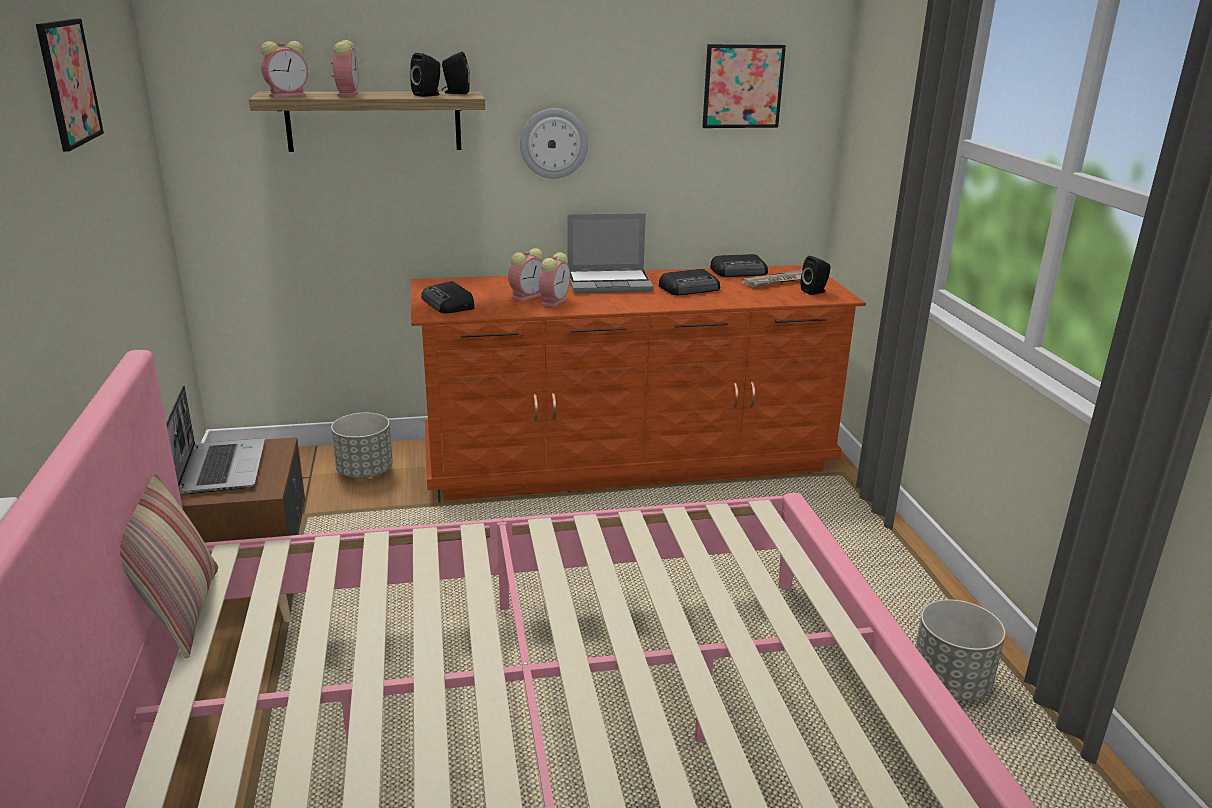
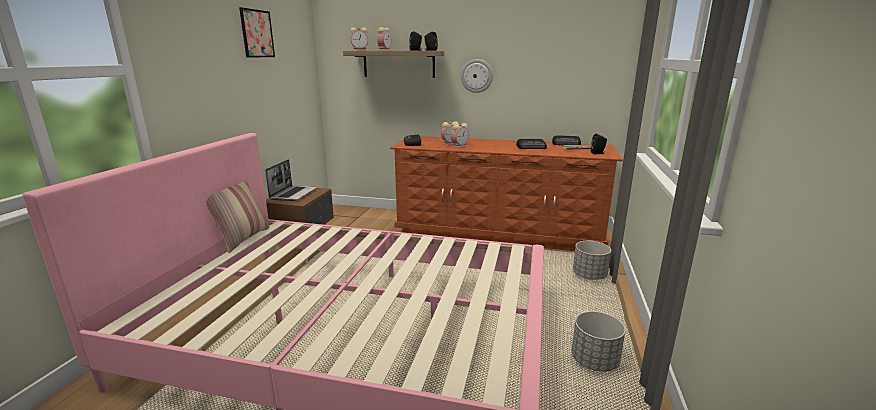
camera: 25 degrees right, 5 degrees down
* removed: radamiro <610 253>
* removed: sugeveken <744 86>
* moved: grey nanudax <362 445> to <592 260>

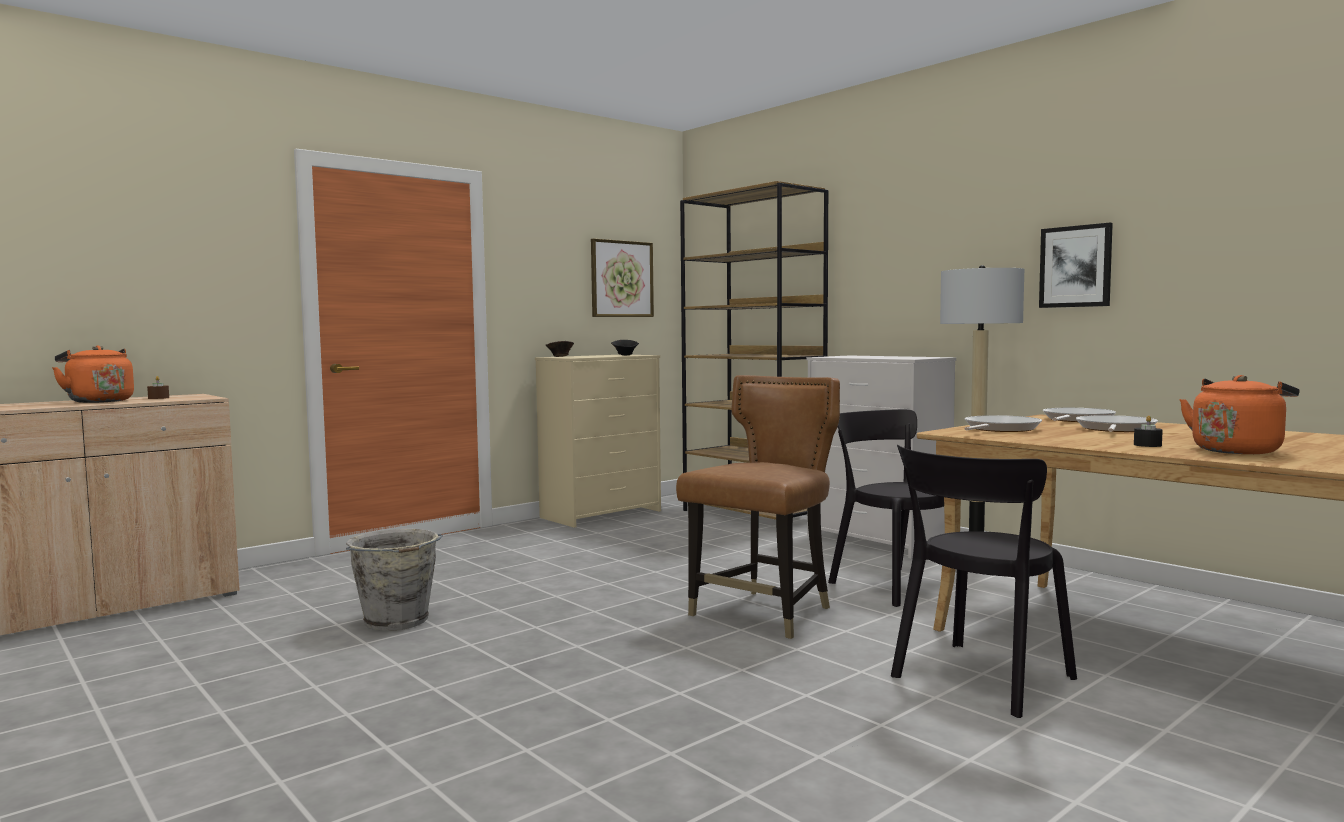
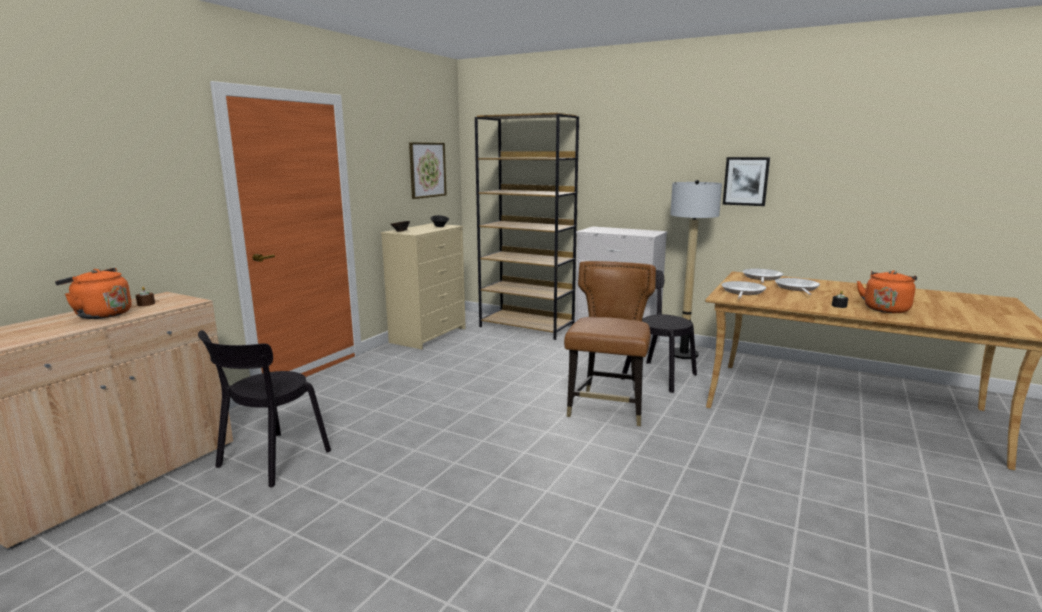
camera: 20 degrees left, 10 degrees up
* removed: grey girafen <394 580>
* moved: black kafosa <984 581> to <264 409>

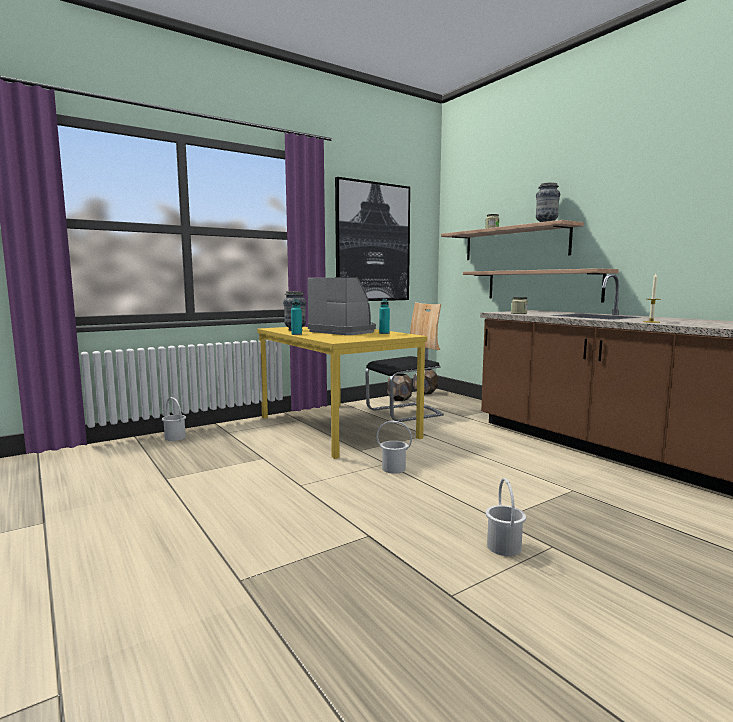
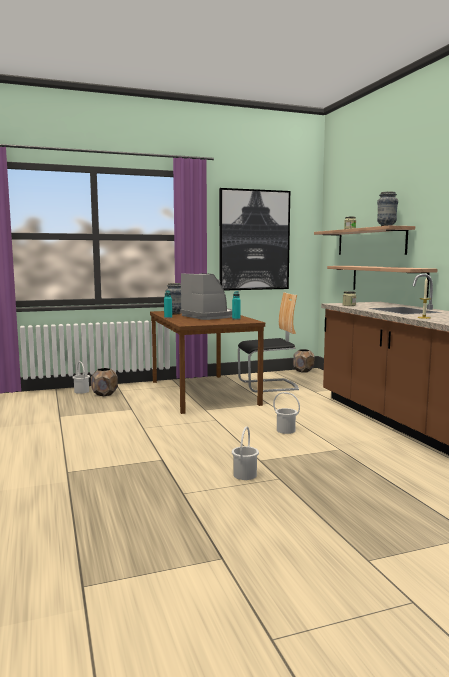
camera: 15 degrees right, 0 degrees up
* moved: white girafen <394 447> to <286 413>
* moved: brown nanudax <400 387> to <104 382>
* recoloured: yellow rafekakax <342 393> to brown rafekakax <207 362>

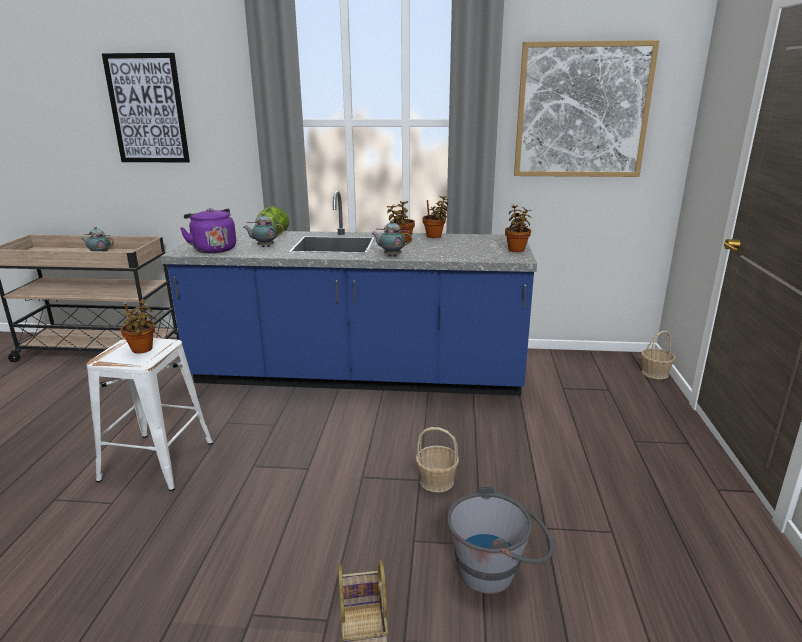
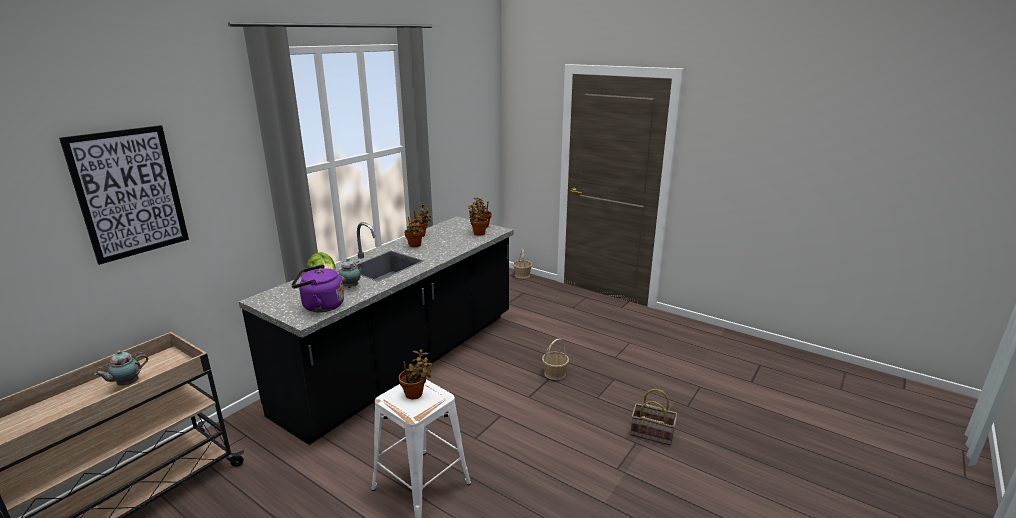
camera: 60 degrees left, 0 degrees up
* removed: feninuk <391 238>
* removed: grey girafen <500 539>
* removed: sugeveken <586 108>
* added: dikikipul <478 220>
* recoloured: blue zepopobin <349 293> to black zepopobin <376 330>

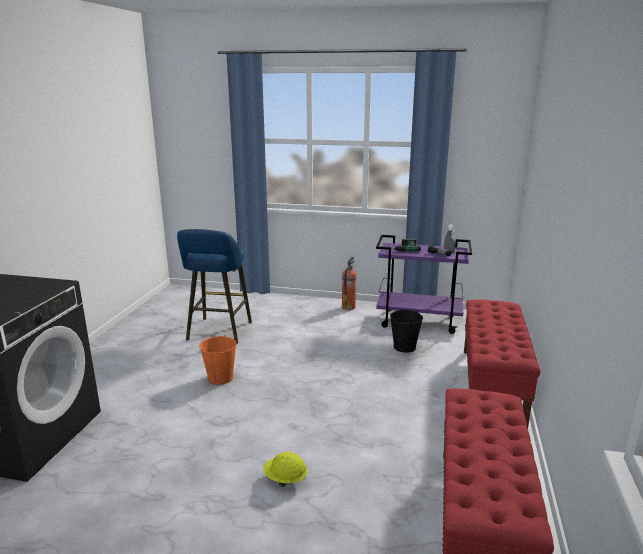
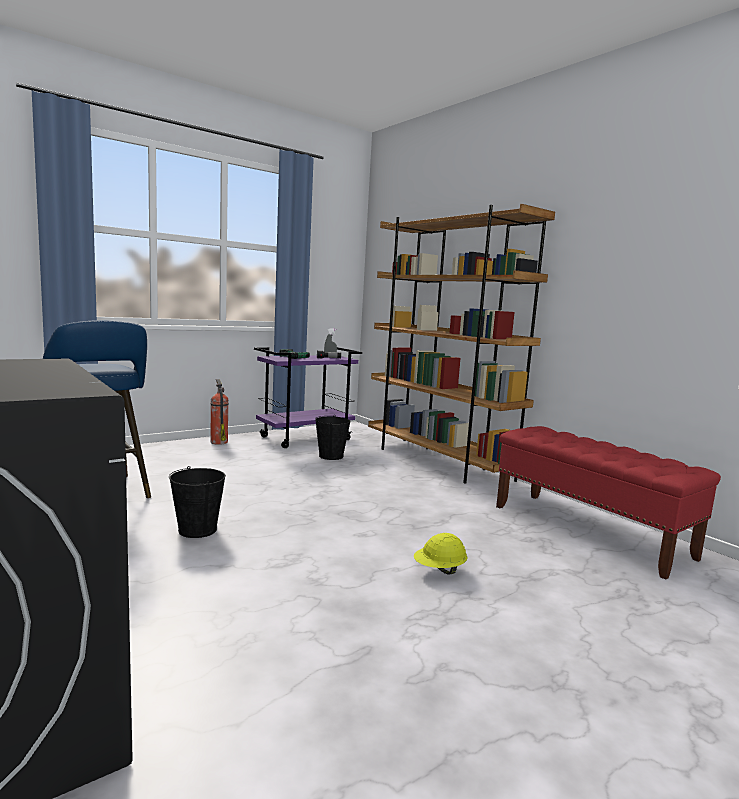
camera: 50 degrees left, 10 degrees down
* replaced: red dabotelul <502 364> to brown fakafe <461 344>
* recoloured: orange girafen <217 360> to black girafen <197 502>

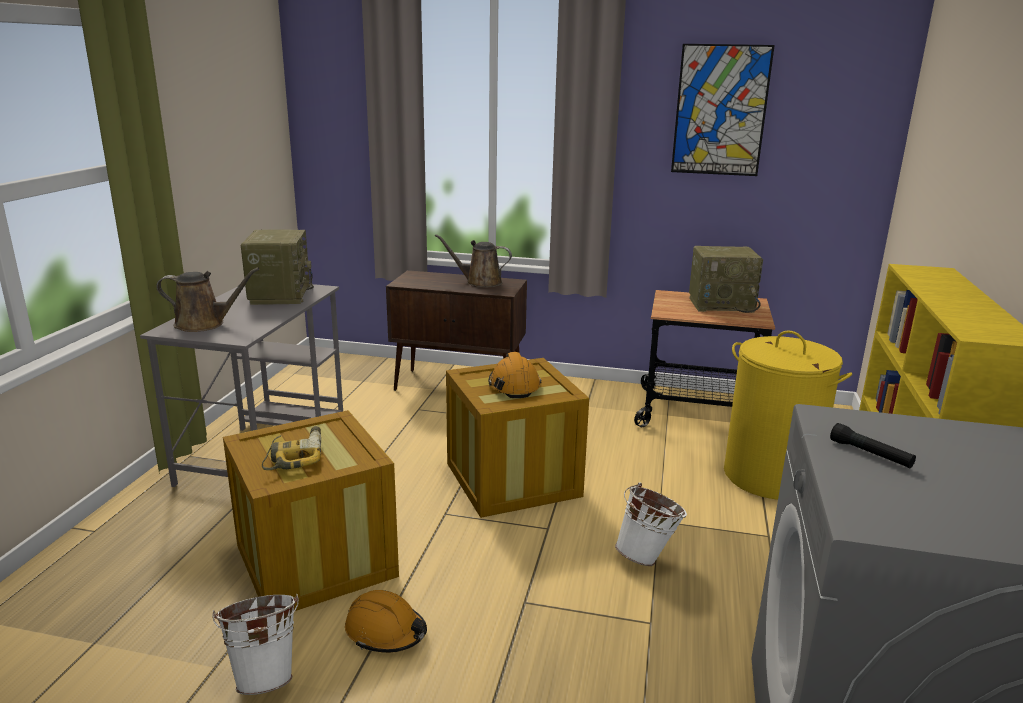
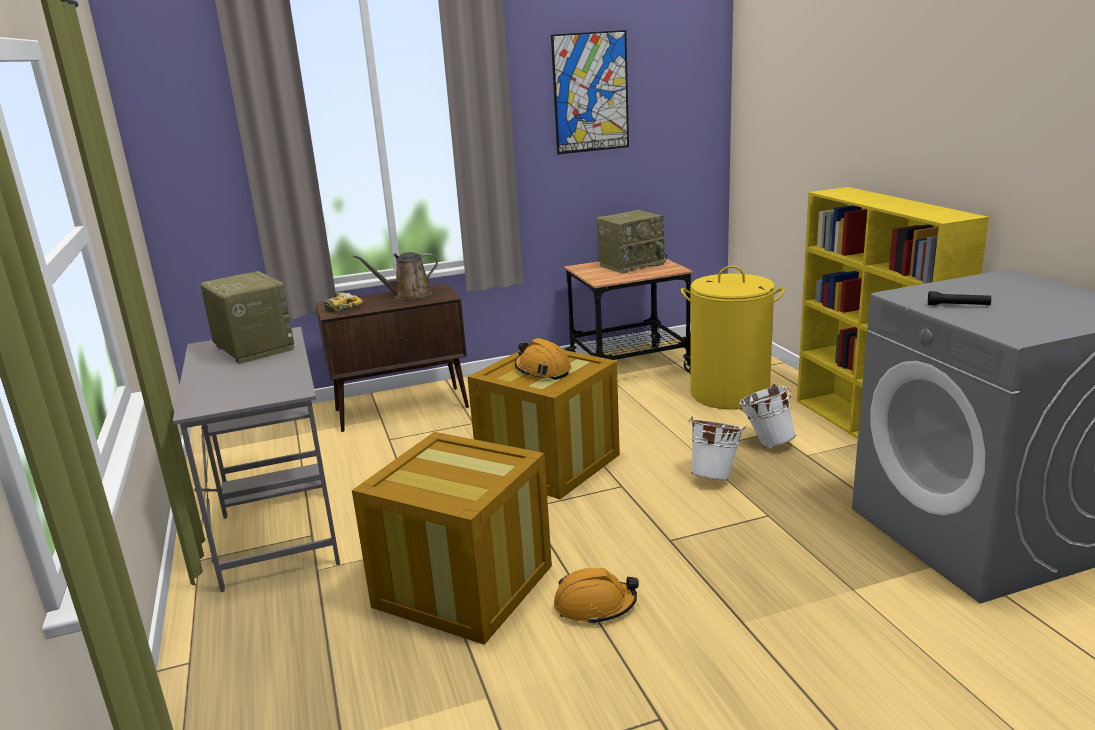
camera: 30 degrees left, 0 degrees up
* removed: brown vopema <207 299>
* moved: white girafen <255 644> to <767 415>
* moved: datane <291 448> to <341 301>

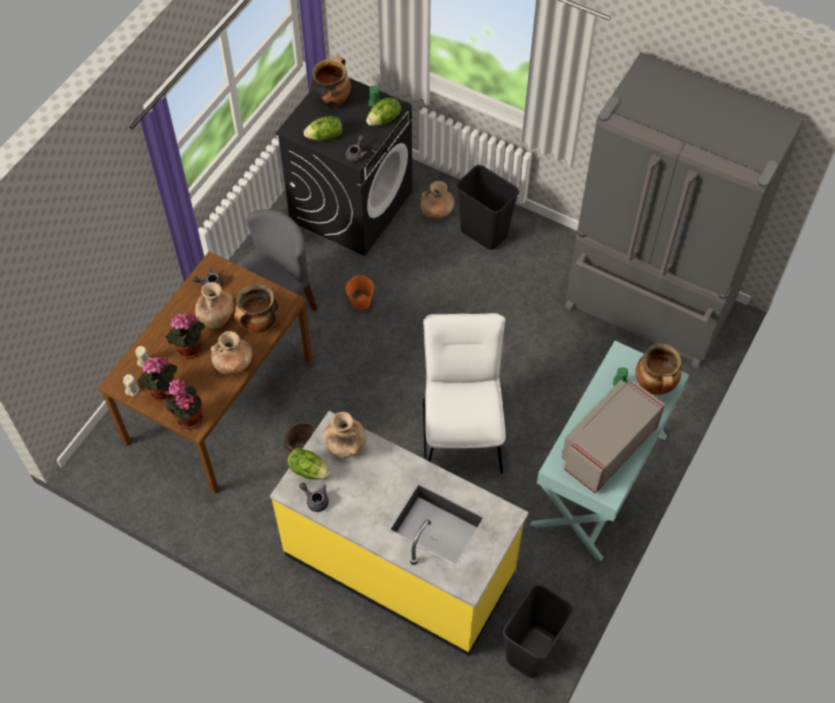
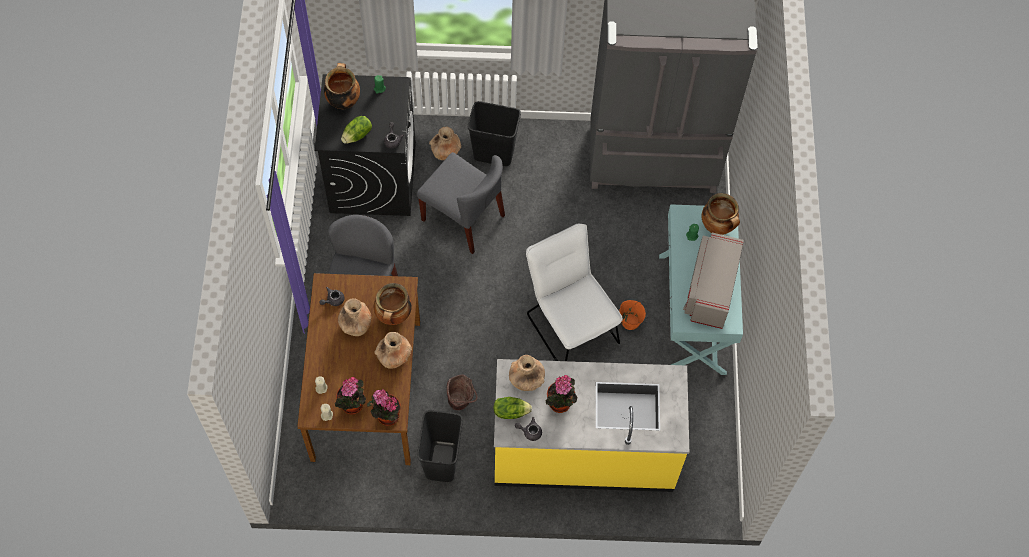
camera: 30 degrees left, 5 degrees up
* removed: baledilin <383 111>
* added: grey kafosa <461 203>
* moved: dikikipul <185 335> to <561 394>
* moved: orange girafen <360 292> to <632 315>
* moved: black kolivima <538 631> to <440 446>

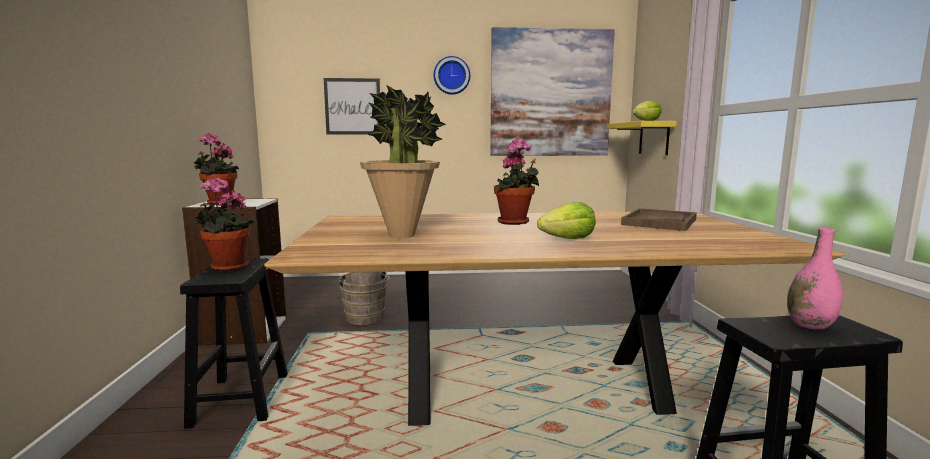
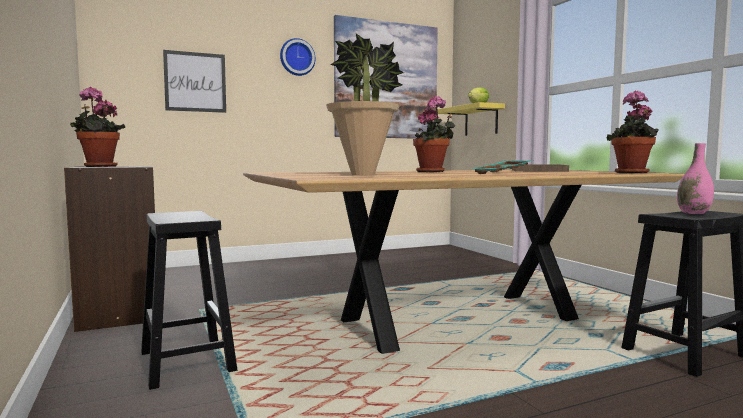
camera: 20 degrees left, 5 degrees down
* removed: brown girafen <364 298>
* moved: dikikipul <223 224> to <632 131>
* replaced: baledilin <566 220> to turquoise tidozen <502 167>

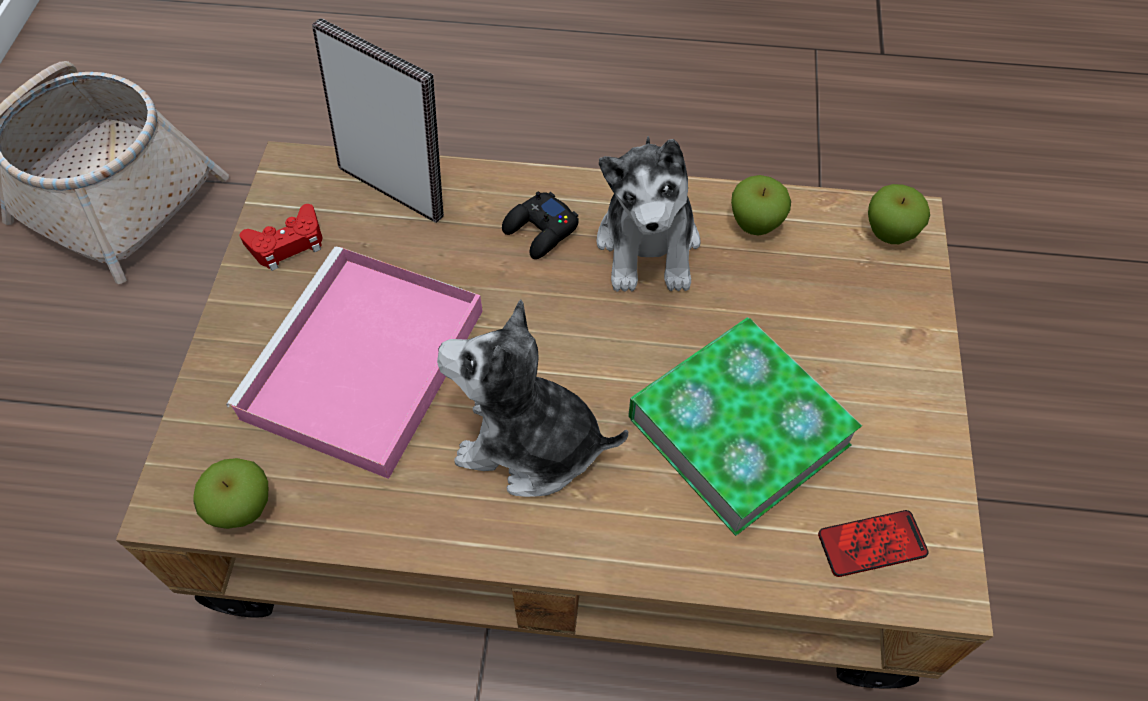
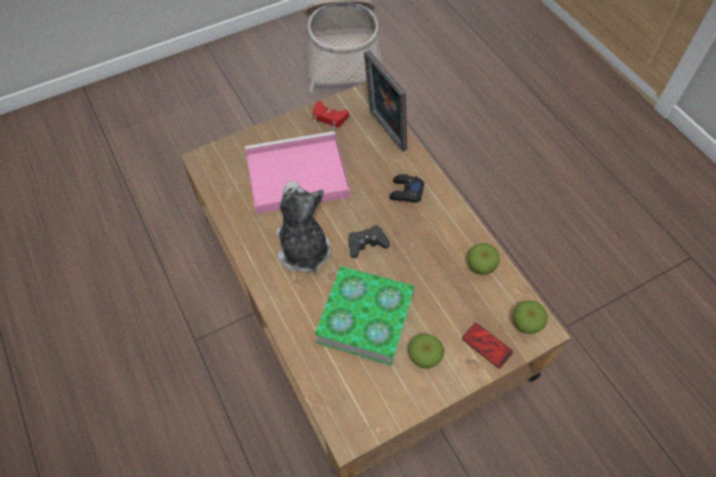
camera: 55 degrees right, 0 degrees up
* removed: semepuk <648 214>
* added: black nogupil <369 241>
* moved: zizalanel <230 493> to <426 351>
* moved: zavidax <873 543> to <487 345>
* turned: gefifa <378 120> = <385 101> 150 degrees clockwise

